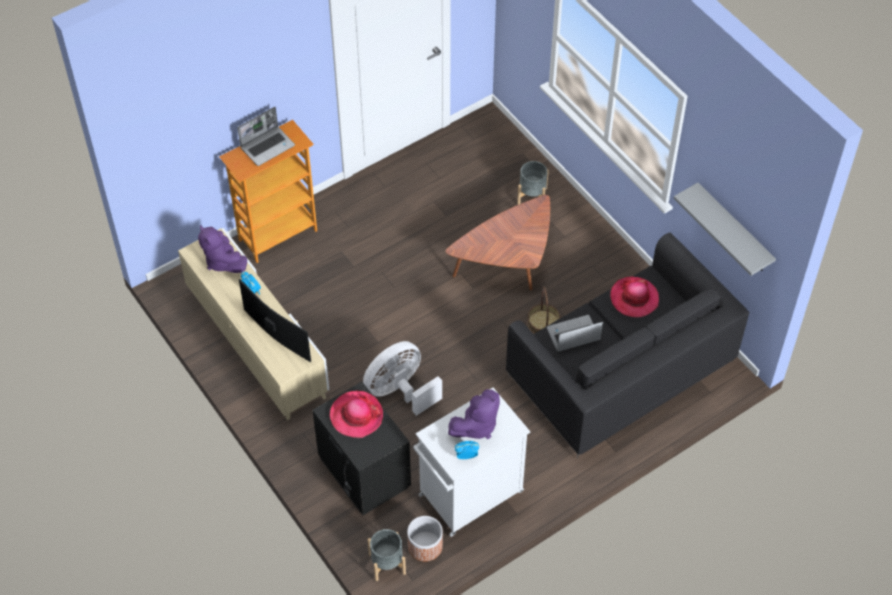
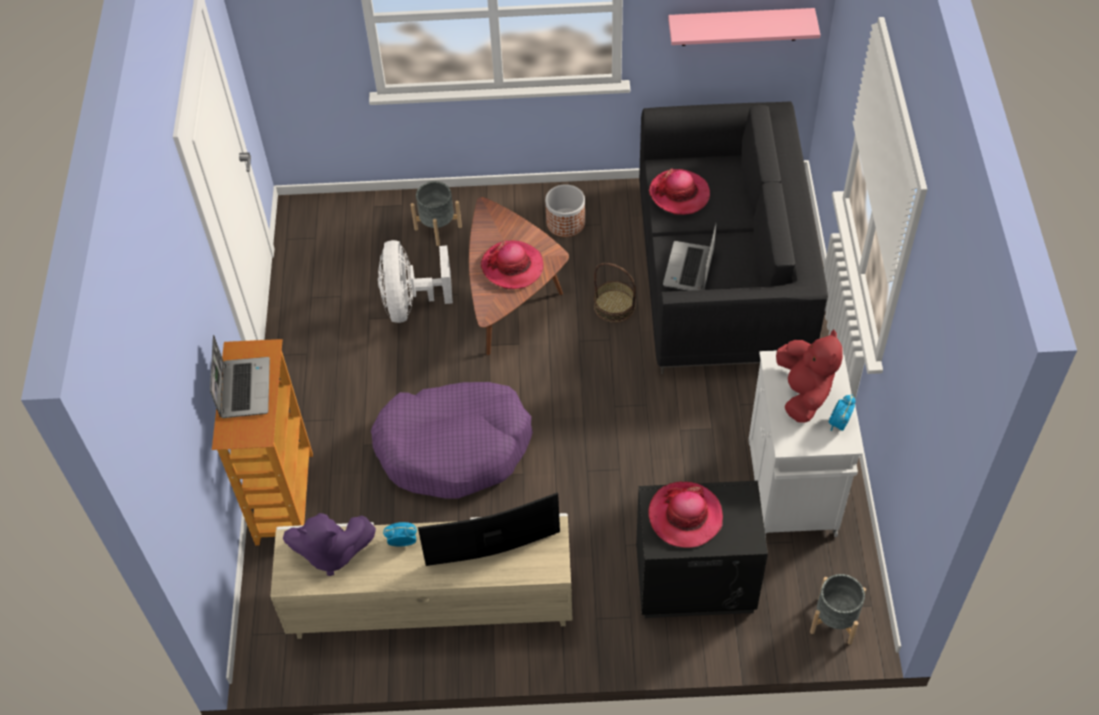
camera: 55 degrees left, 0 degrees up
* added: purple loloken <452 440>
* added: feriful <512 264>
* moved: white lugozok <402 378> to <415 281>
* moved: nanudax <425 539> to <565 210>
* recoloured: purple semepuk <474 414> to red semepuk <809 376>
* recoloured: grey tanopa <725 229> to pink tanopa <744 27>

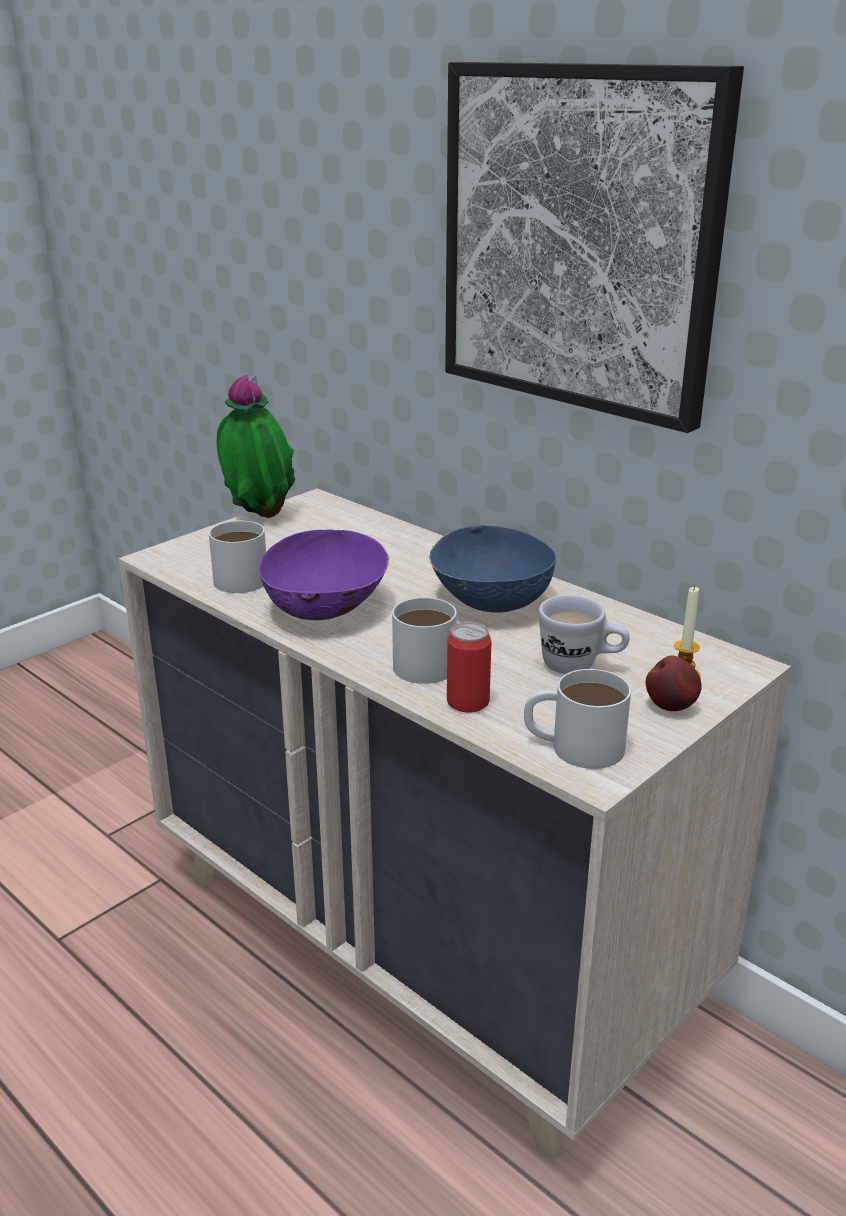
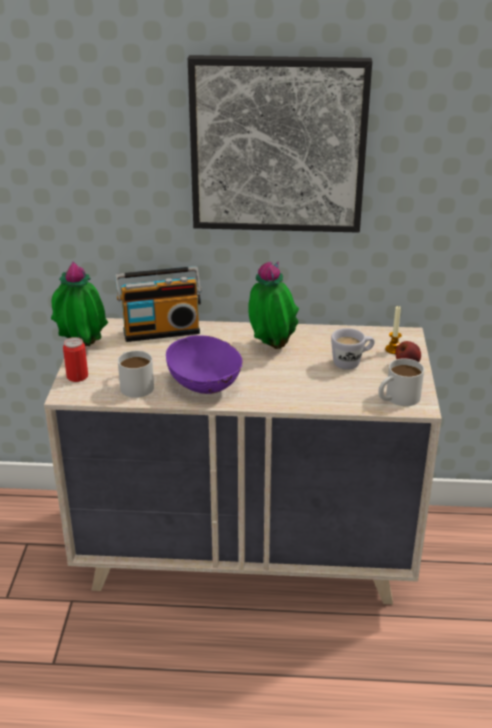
camera: 40 degrees left, 5 degrees up
* removed: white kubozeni <424 640>
* added: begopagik <158 304>
* moved: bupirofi <469 667> to <75 359>
* replaced: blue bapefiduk <493 569> to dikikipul <273 305>

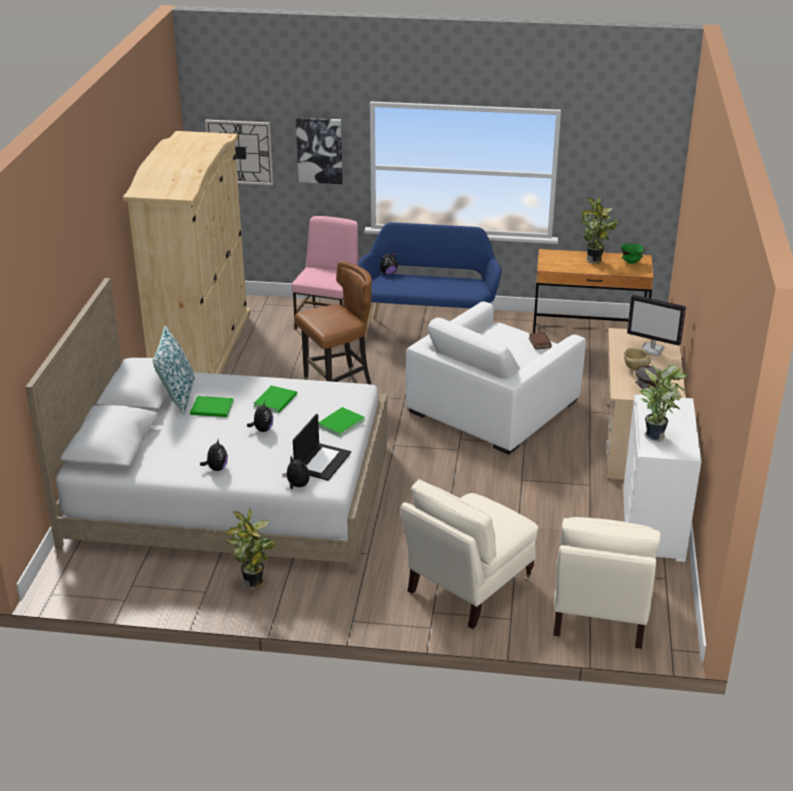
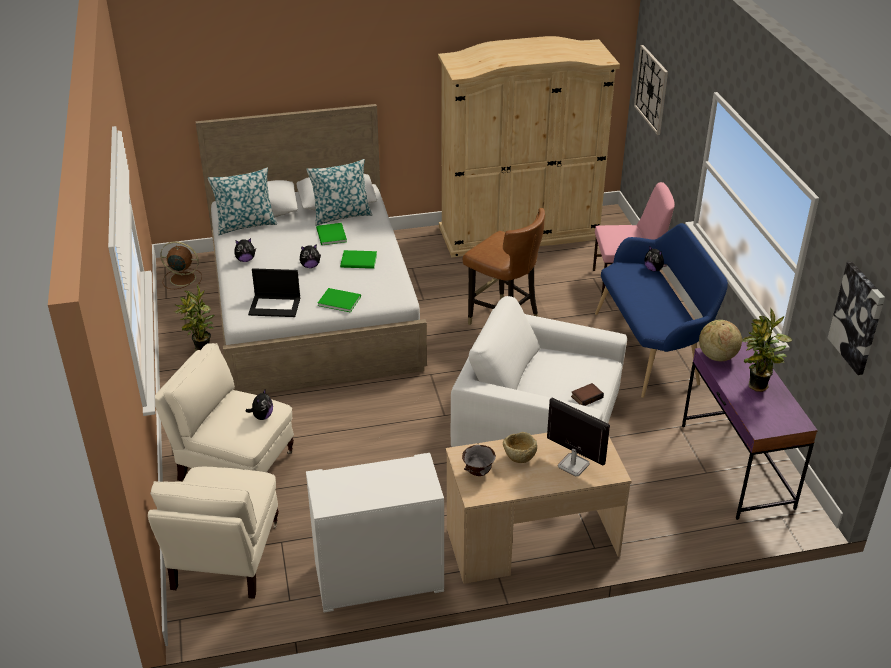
camera: 70 degrees right, 5 degrees up
* removed: green bapefiduk <633 253>
* removed: dikikipul <664 402>
* added: brown lugozok <181 265>
* added: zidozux <242 201>
* added: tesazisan <720 340>
* moved: semepuk <296 472> to <259 404>
* moved: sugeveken <319 150> to <856 318>
* recoloured: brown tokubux <593 291> to purple tokubux <750 431>
* turned: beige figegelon <607 583> = <213 533> 75 degrees counterclockwise
* turned: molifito <656 325> = <578 436> 120 degrees clockwise

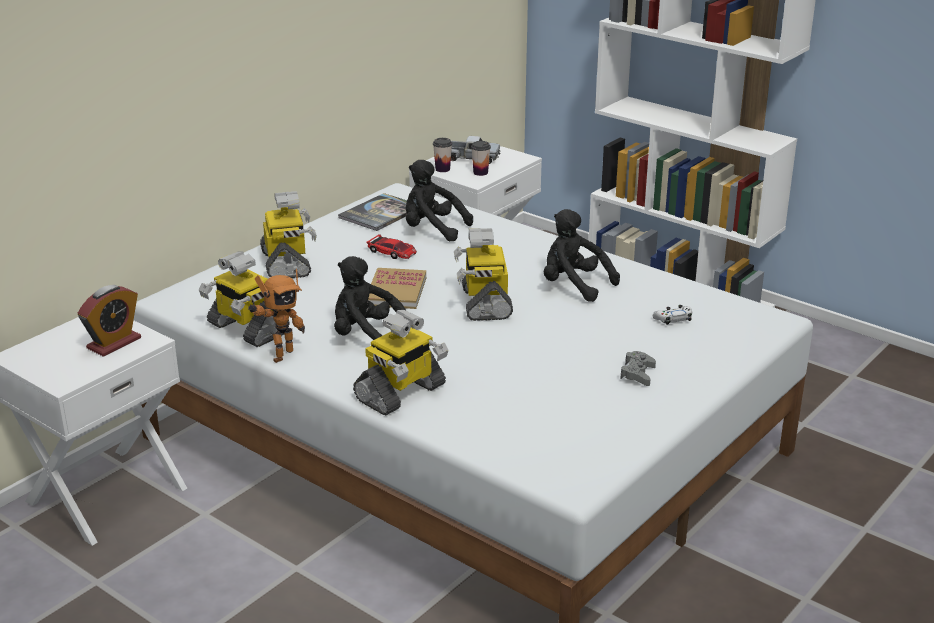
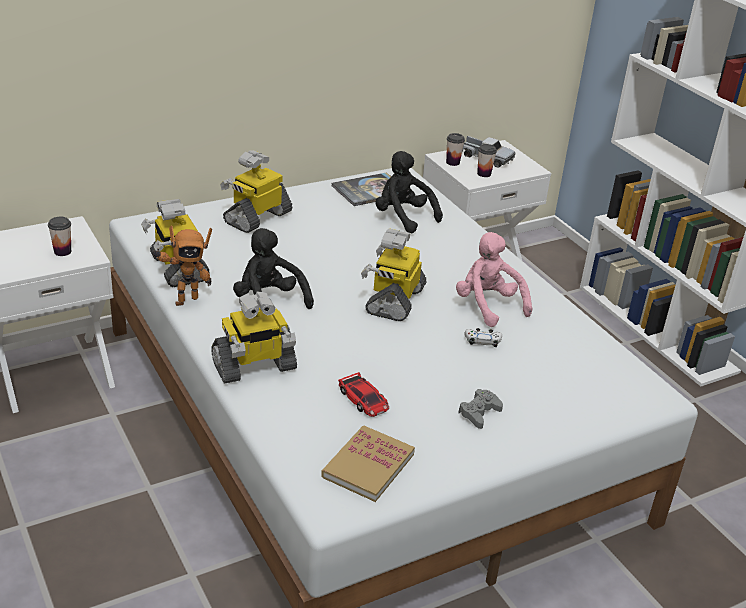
camera: 20 degrees right, 5 degrees up
* moved: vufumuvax <391 246> to <363 394>
* moved: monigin <397 288> to <368 464>
* moved: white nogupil <672 315> to <483 337>
* replaced: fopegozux <109 321> to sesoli <59 236>
* recoloured: black semepuk <582 255> to pink semepuk <494 279>
* turned: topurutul <288 234> = <256 191> 150 degrees counterclockwise

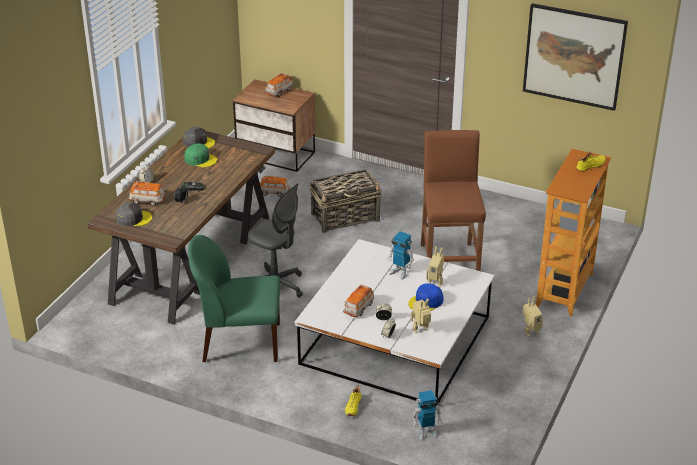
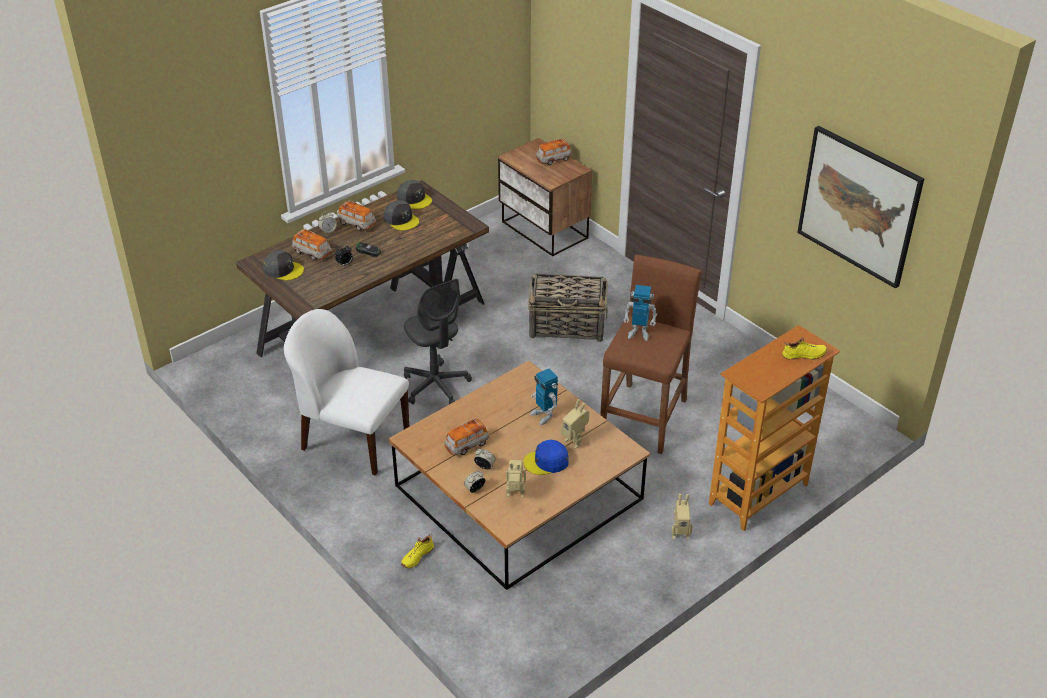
camera: 25 degrees right, 5 degrees up
* moved: vufumuvax <275 186> to <356 215>
* moved: topurutul <427 415> to <640 313>
* recoloured: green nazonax <200 155> to grey nazonax <401 215>
* recoloured: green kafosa <234 298> to white kafosa <346 392>
* recoloured: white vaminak <395 321> to brown vaminak <519 475>

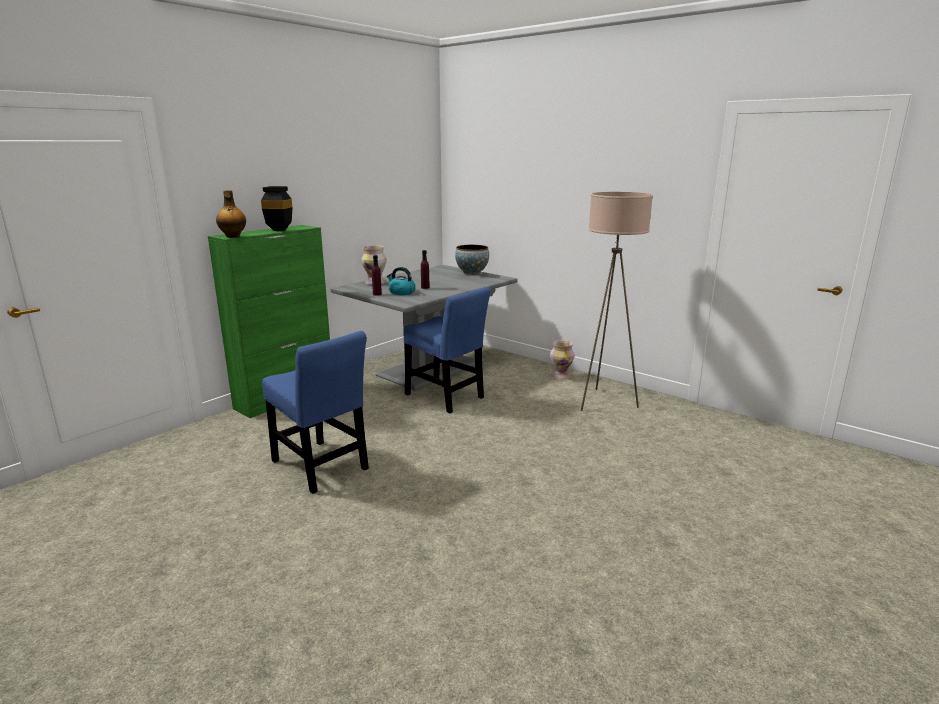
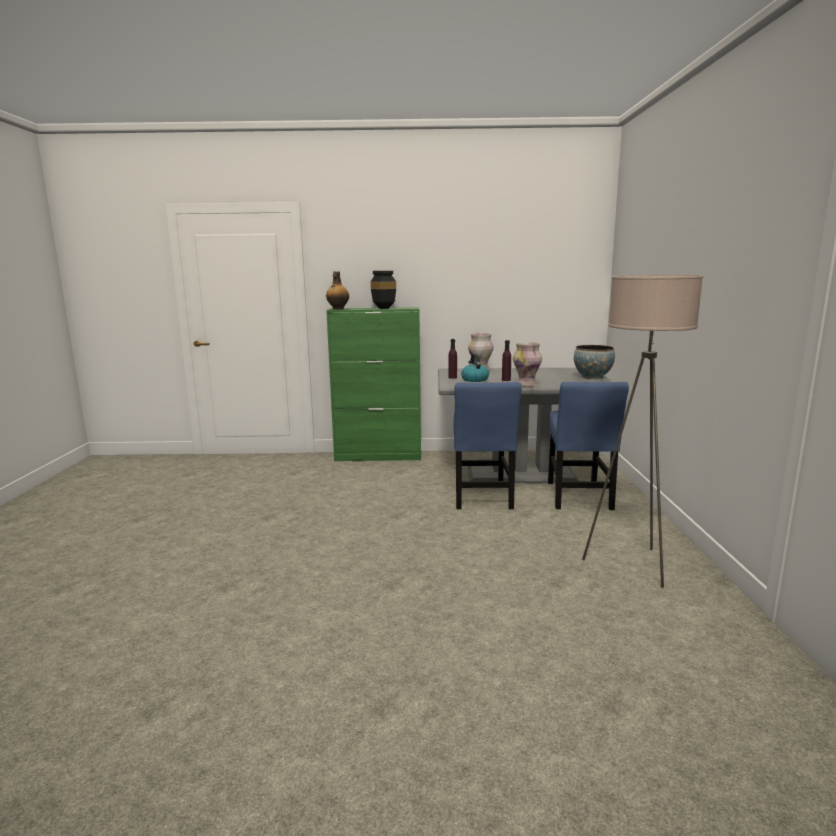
camera: 50 degrees right, 5 degrees down
* moved: blue kafosa <315 412> to <588 446>
* moved: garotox <562 359> to <527 364>

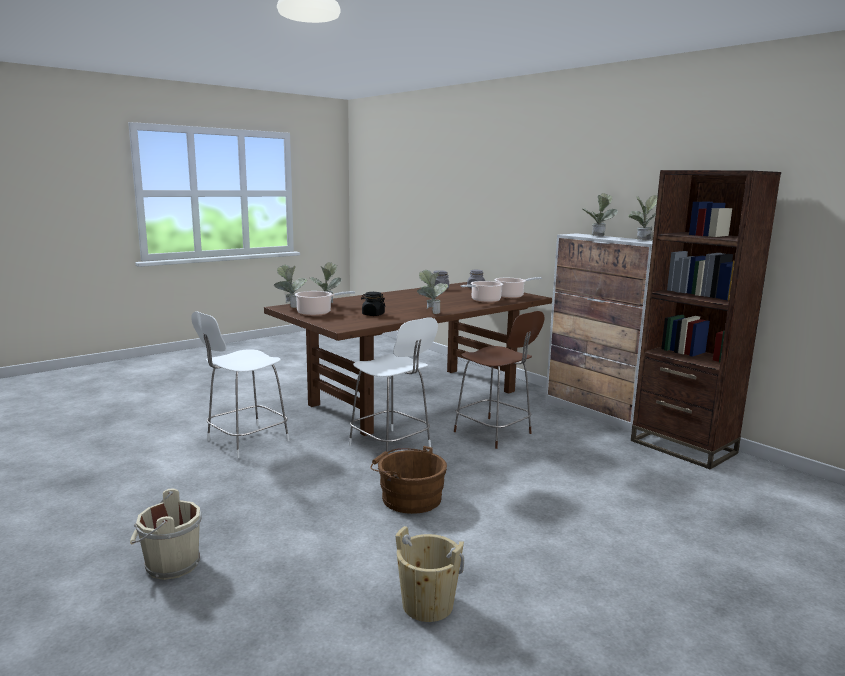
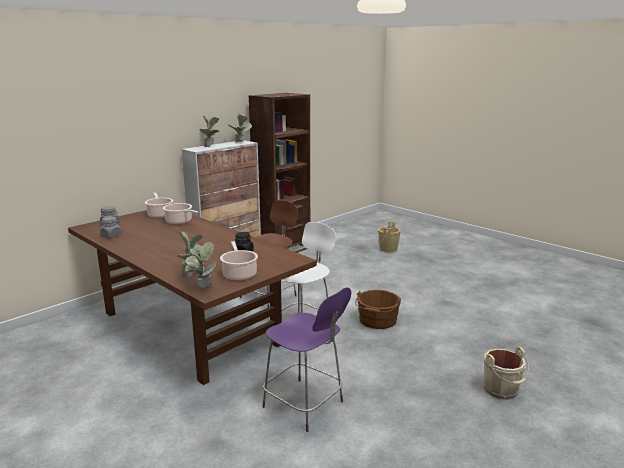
camera: 95 degrees left, 5 degrees up
* removed: dikikipul <432 292>
* moved: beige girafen <430 574> to <389 236>
* recoloured: white kafosa <240 384> to purple kafosa <306 359>

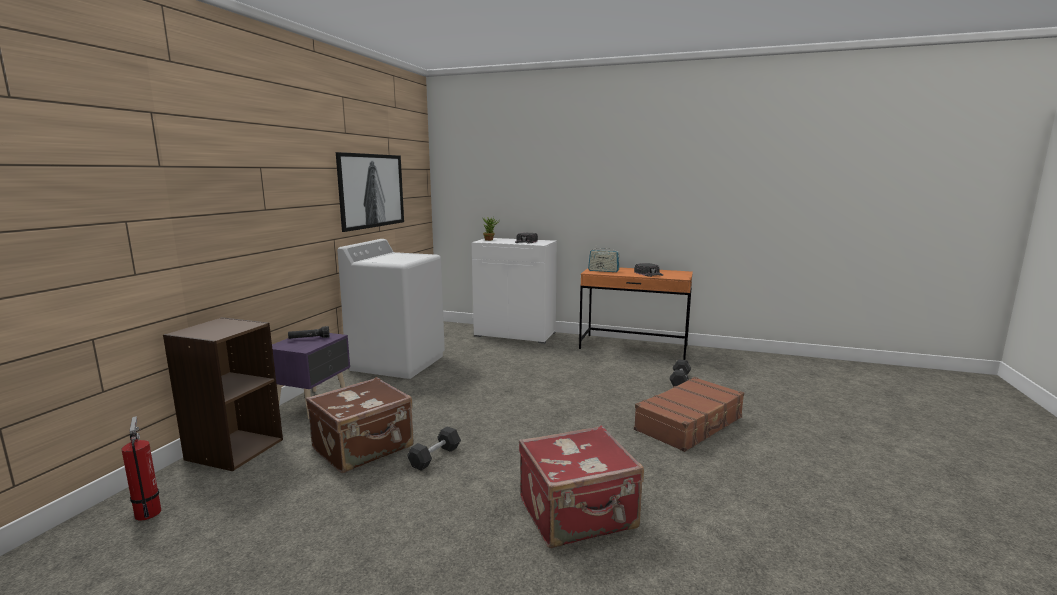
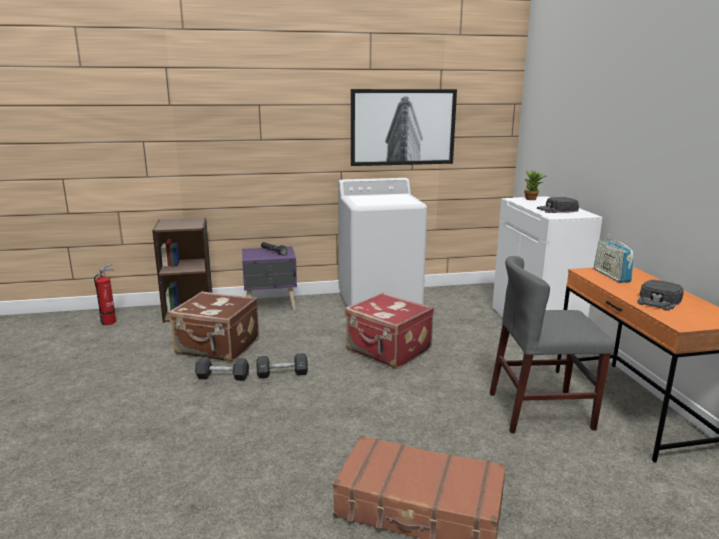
camera: 60 degrees right, 5 degrees up
* added: grey kafosa <552 344>
* moved: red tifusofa <581 487> to <389 330>
* moved: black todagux <680 373> to <282 365>

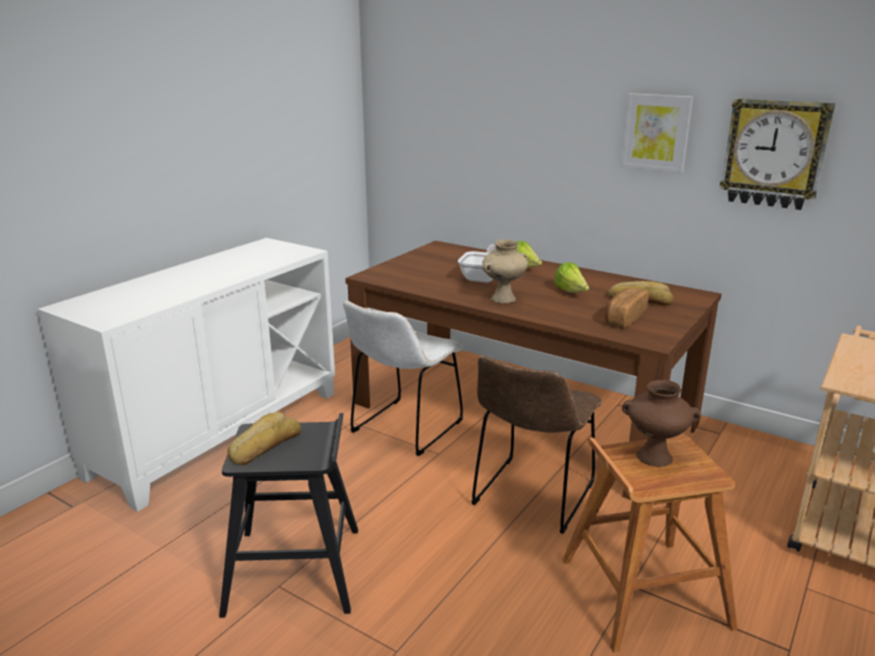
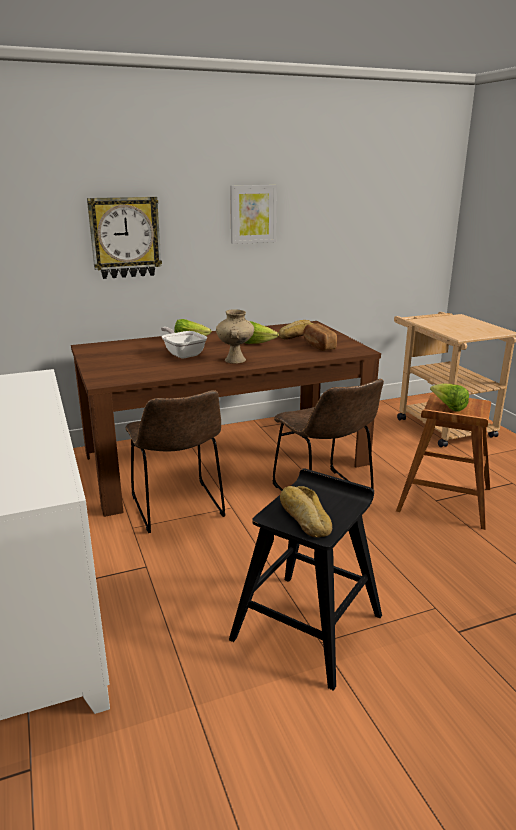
camera: 55 degrees left, 0 degrees up
* moved: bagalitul <777 154> to <124 238>
* replaced: brown garotox <661 423> to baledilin <449 397>
* recoloured: white kafosa <403 378> to brown kafosa <175 461>

